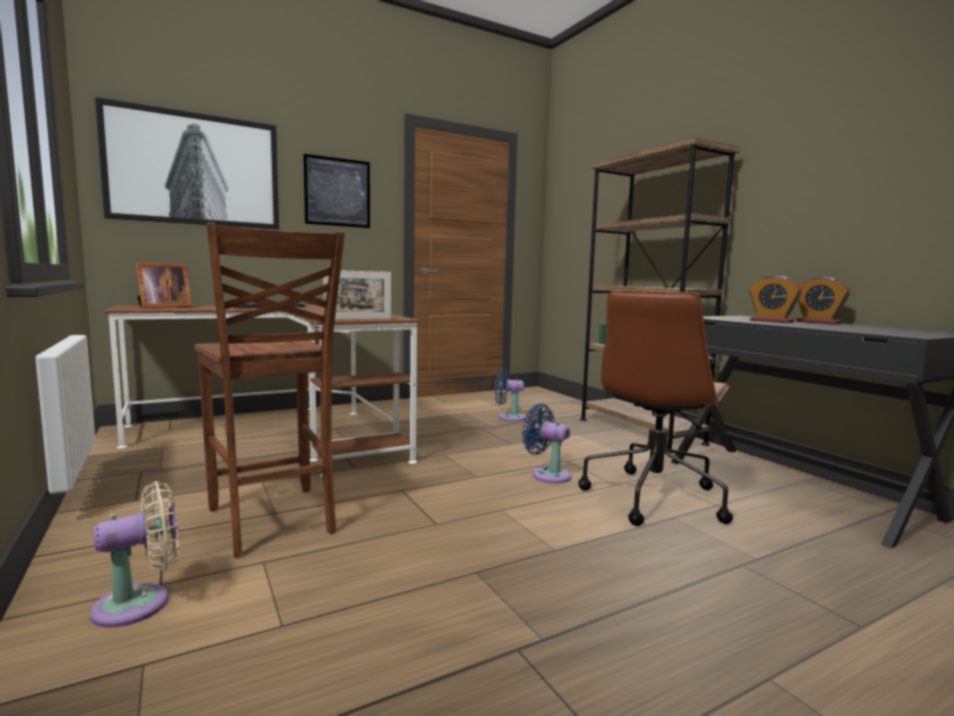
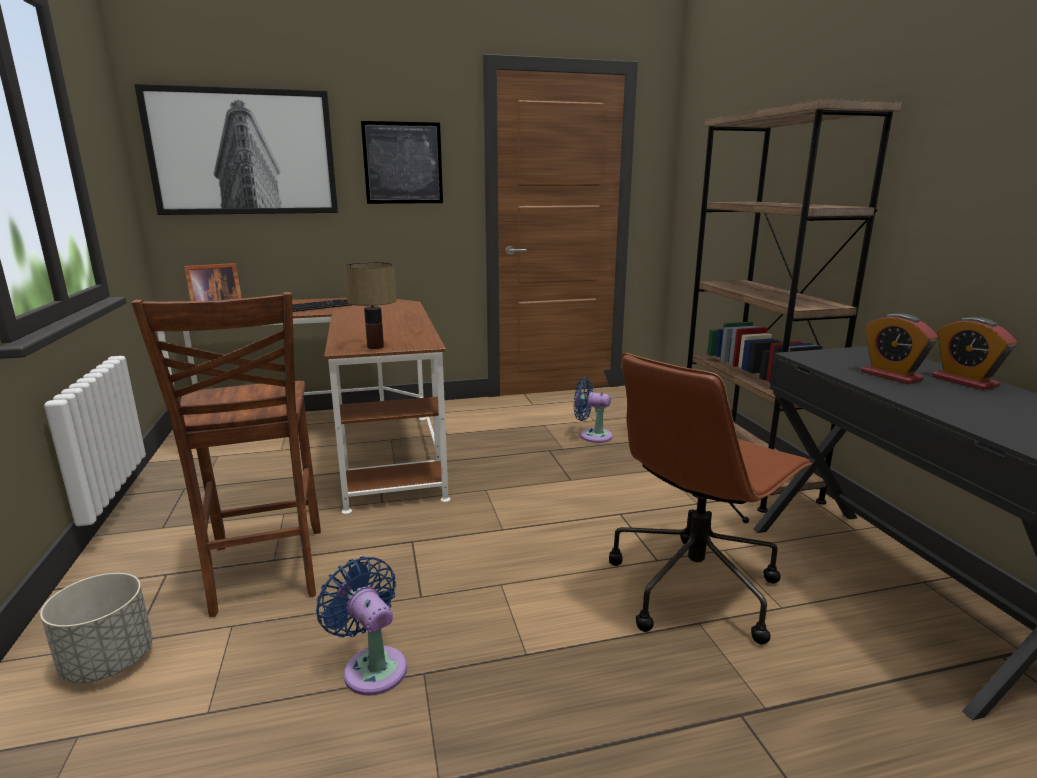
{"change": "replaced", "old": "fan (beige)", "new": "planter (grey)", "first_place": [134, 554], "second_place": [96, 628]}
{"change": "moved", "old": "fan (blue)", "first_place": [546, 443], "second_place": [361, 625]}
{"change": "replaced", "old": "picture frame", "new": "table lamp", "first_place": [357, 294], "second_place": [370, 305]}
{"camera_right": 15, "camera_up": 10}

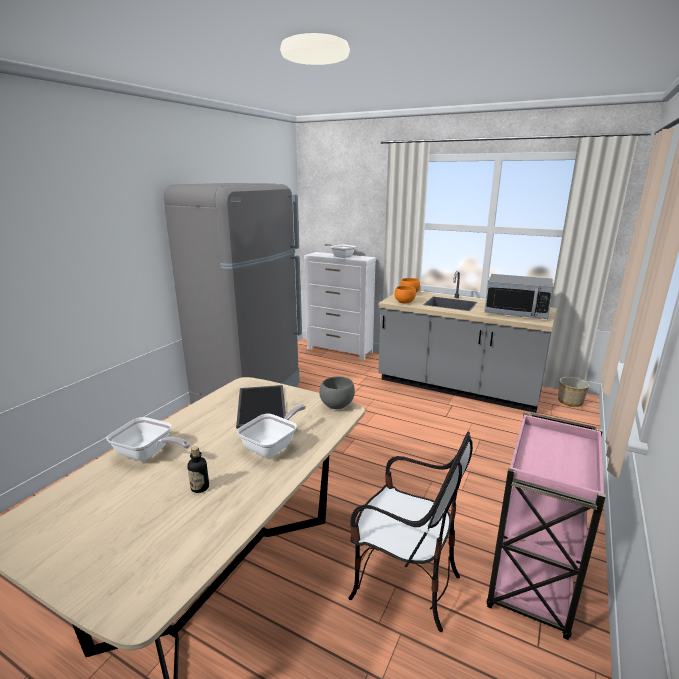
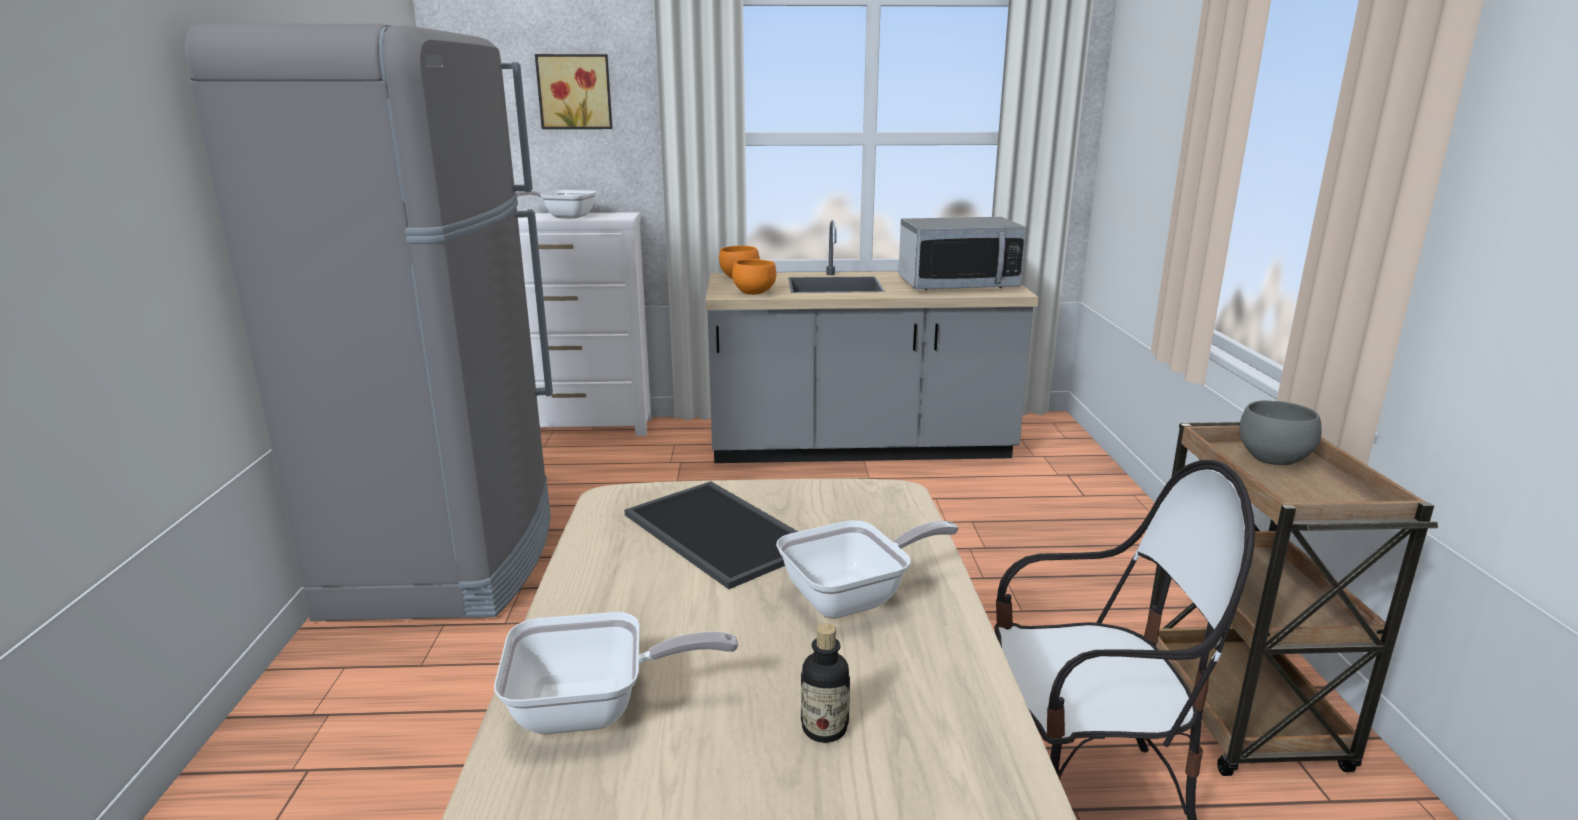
{"change": "added", "new": "picture", "second_place": [573, 91]}
{"change": "turned", "old": "frying pan", "first_place": [271, 431], "second_place": [867, 569], "degrees": 60}
{"change": "recoloured", "old": "cart (pink)", "new": "cart (brown)", "first_place": [546, 526], "second_place": [1289, 599]}
{"change": "moved", "old": "bowl (grey)", "first_place": [337, 392], "second_place": [1280, 432]}
{"change": "removed", "old": "planter", "first_place": [573, 392]}
{"camera_right": -30, "camera_up": 0}

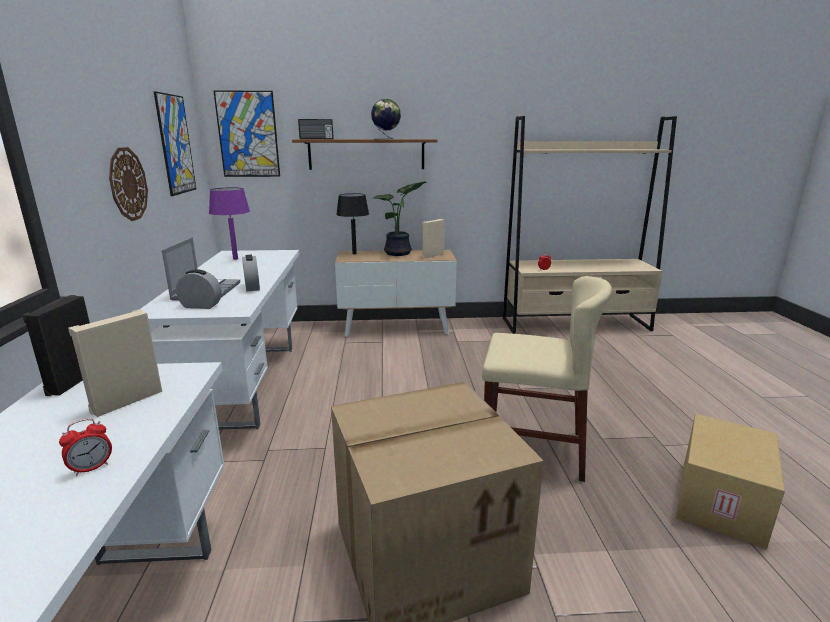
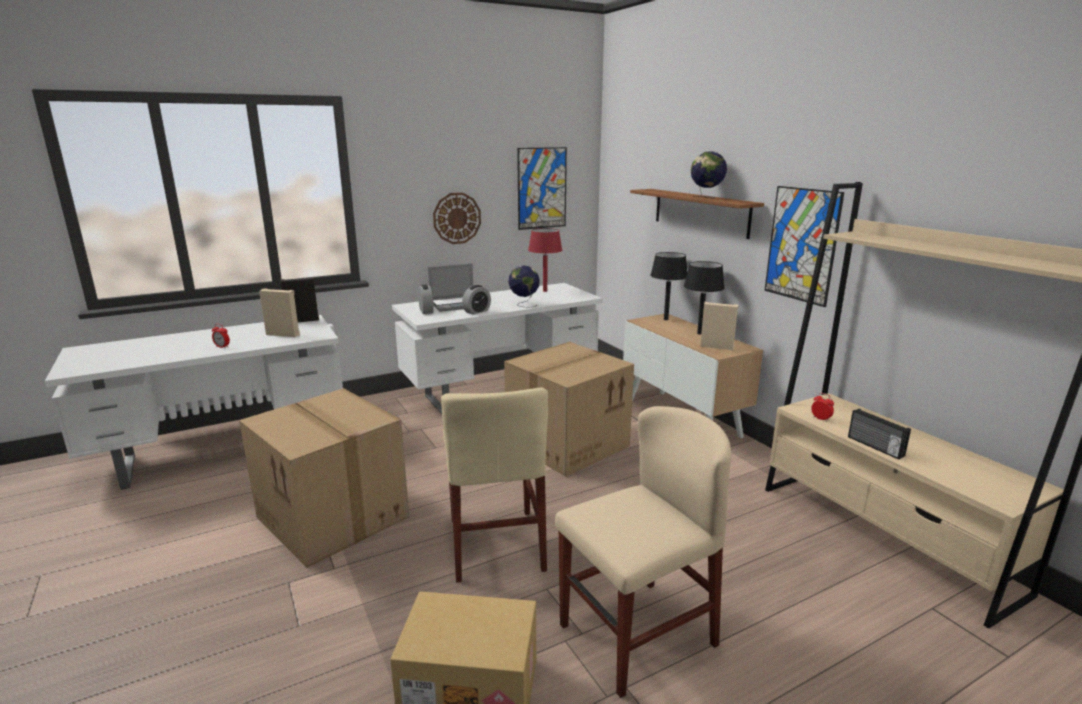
{"change": "added", "new": "cardboard box", "second_place": [569, 409]}
{"change": "added", "new": "globe", "second_place": [524, 286]}
{"change": "recoloured", "old": "table lamp (purple)", "new": "table lamp (red)", "first_place": [229, 223], "second_place": [545, 260]}
{"change": "added", "new": "chair (beige)", "second_place": [643, 552]}
{"change": "replaced", "old": "potted plant", "new": "table lamp (black)", "first_place": [400, 219], "second_place": [704, 297]}
{"change": "moved", "old": "picture", "first_place": [246, 133], "second_place": [804, 246]}
{"change": "moved", "old": "radio", "first_place": [316, 129], "second_place": [879, 434]}
{"camera_right": 65, "camera_up": 0}

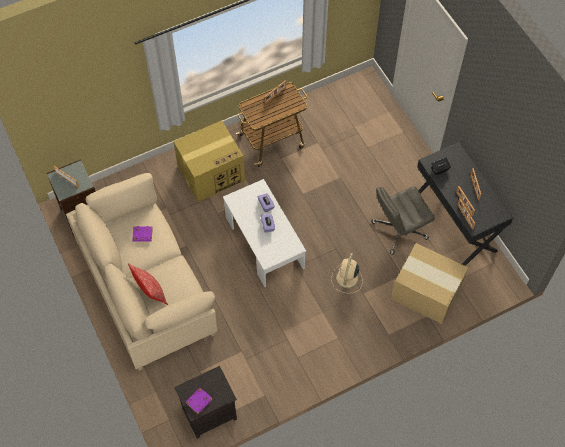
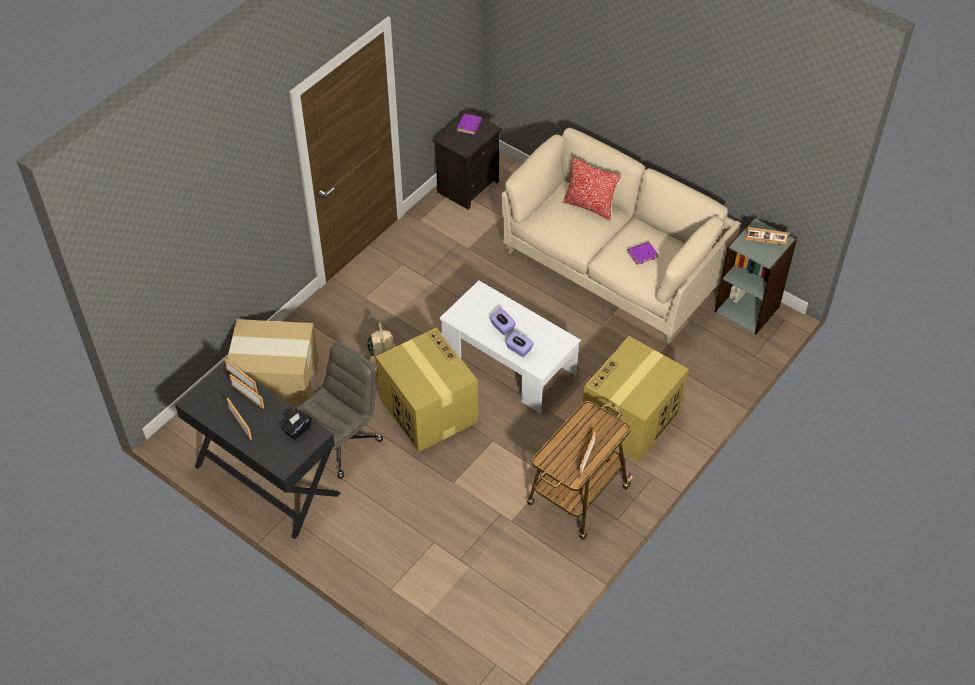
{"change": "added", "new": "cardboard box", "second_place": [426, 389]}
{"camera_right": 155, "camera_up": -10}

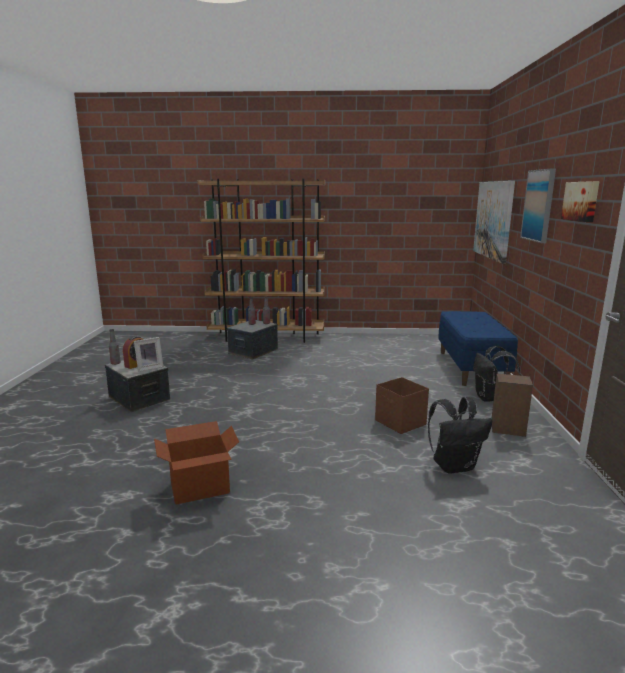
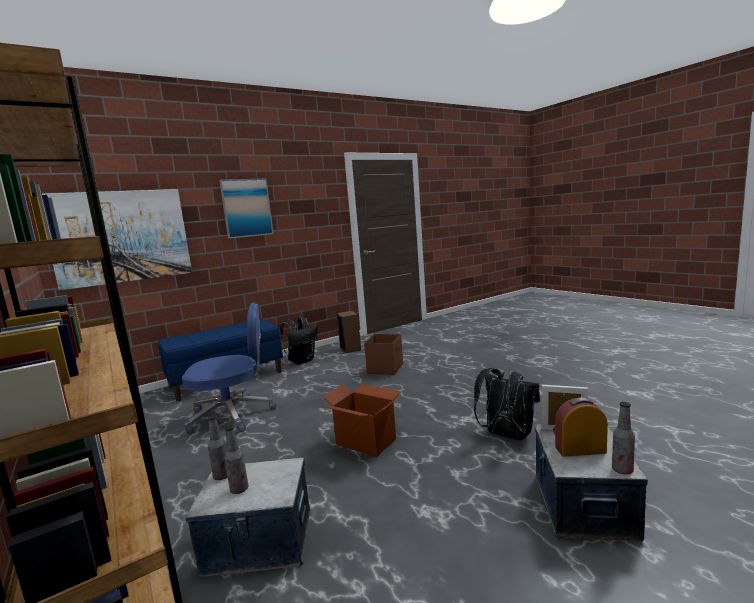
{"change": "added", "new": "office chair (blue)", "second_place": [229, 368]}
{"change": "moved", "old": "cardboard box", "first_place": [196, 463], "second_place": [362, 420]}
{"change": "moved", "old": "backpack (black)", "first_place": [460, 435], "second_place": [507, 404]}
{"change": "removed", "old": "picture", "first_place": [580, 201]}
{"camera_right": -125, "camera_up": -5}

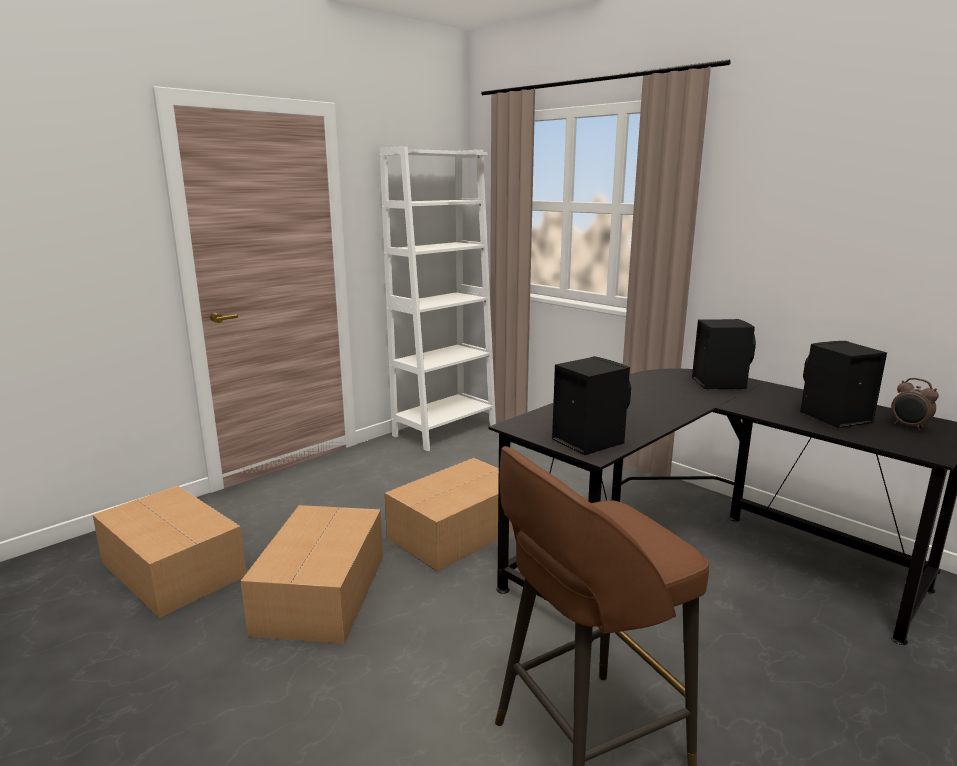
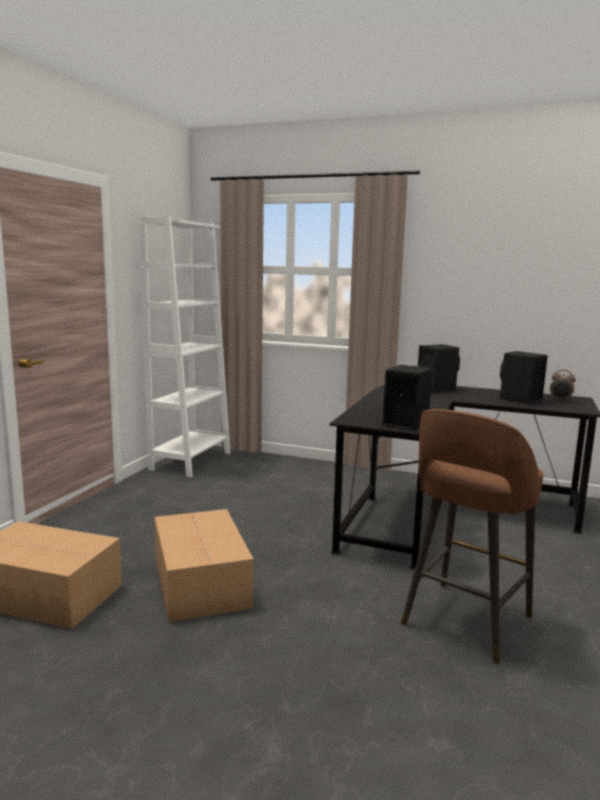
{"change": "removed", "old": "cardboard box", "first_place": [449, 515]}
{"camera_right": -25, "camera_up": -5}

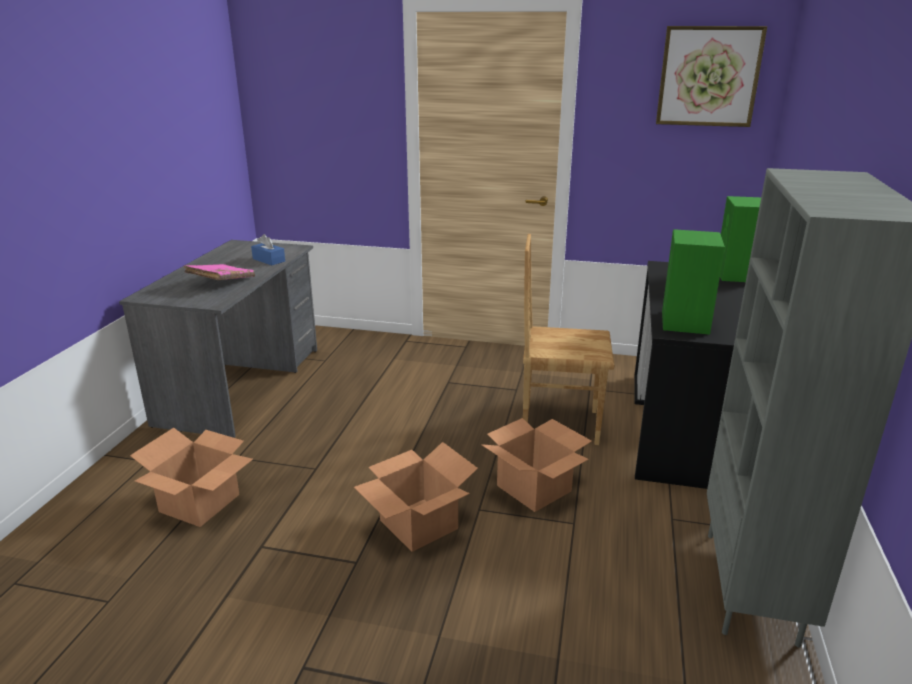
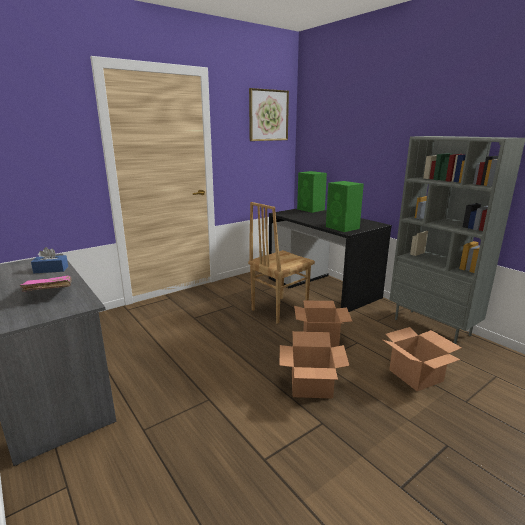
{"change": "moved", "old": "cardboard box", "first_place": [191, 477], "second_place": [422, 359]}
{"camera_right": -50, "camera_up": -5}

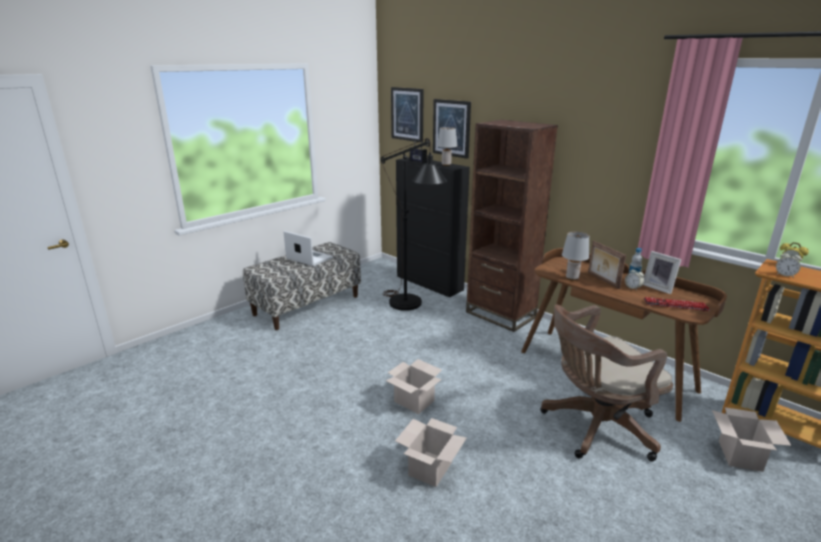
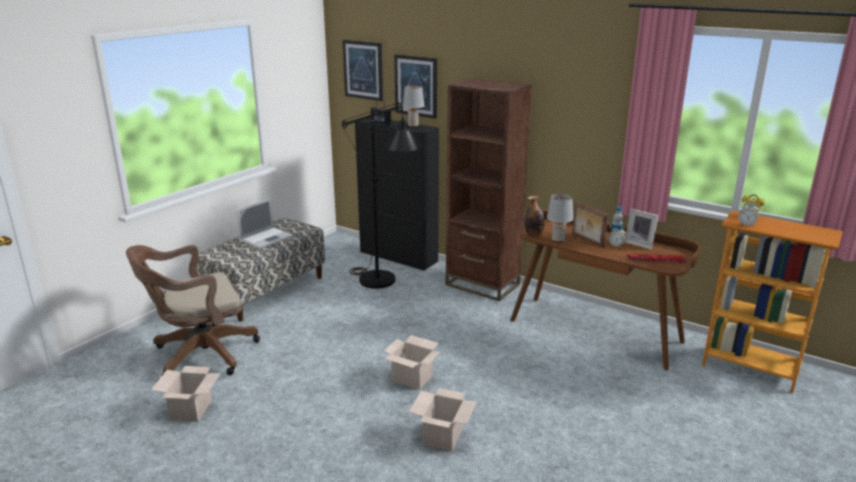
{"change": "moved", "old": "office chair (brown)", "first_place": [606, 383], "second_place": [193, 310]}
{"change": "moved", "old": "cardboard box", "first_place": [752, 439], "second_place": [186, 394]}
{"change": "turned", "old": "laptop", "first_place": [308, 248], "second_place": [265, 224], "degrees": 105}
{"change": "added", "new": "bottle", "second_place": [534, 215]}
{"camera_right": -10, "camera_up": 0}

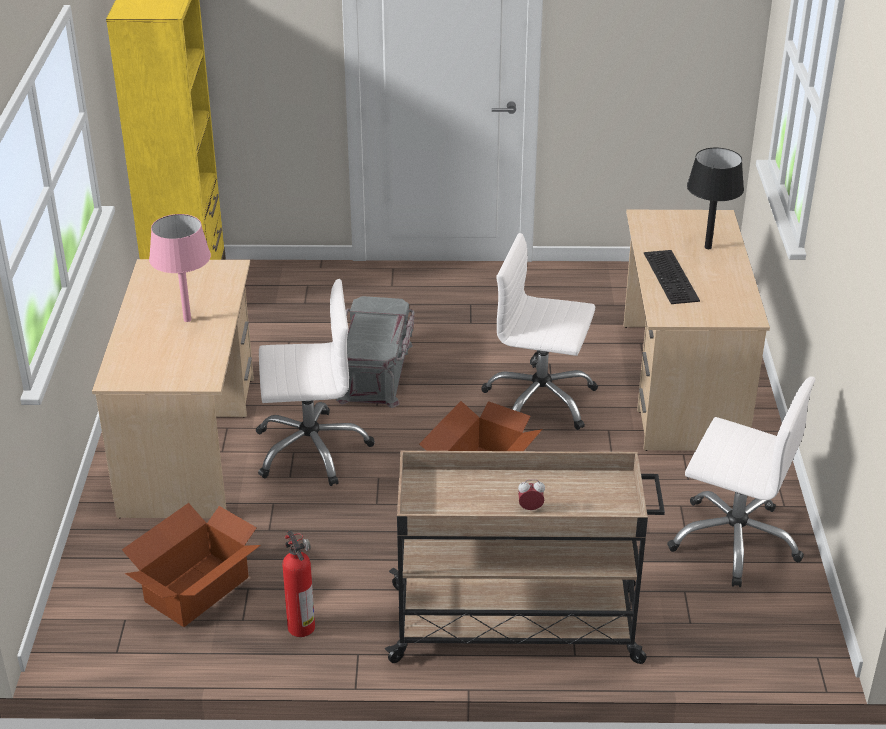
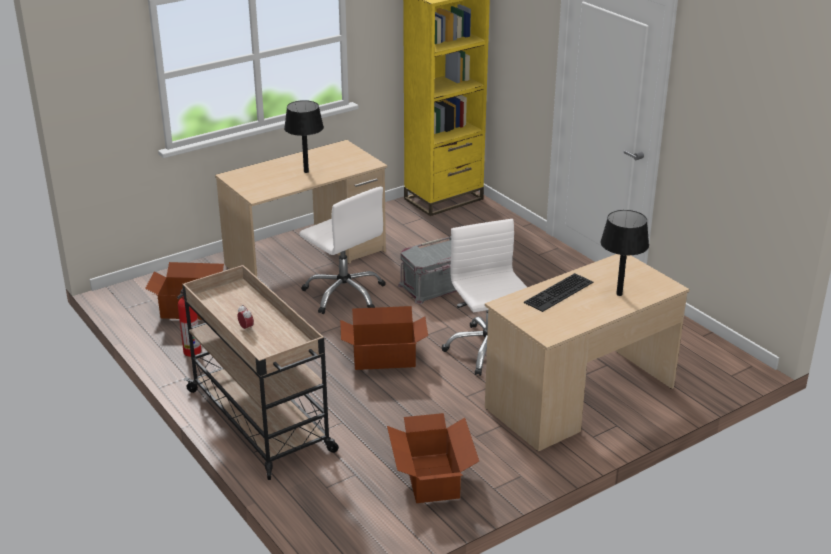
{"change": "recoloured", "old": "table lamp (pink)", "new": "table lamp (black)", "first_place": [180, 268], "second_place": [304, 136]}
{"change": "replaced", "old": "office chair (white)", "new": "cardboard box", "first_place": [741, 481], "second_place": [433, 458]}
{"camera_right": 55, "camera_up": -5}

